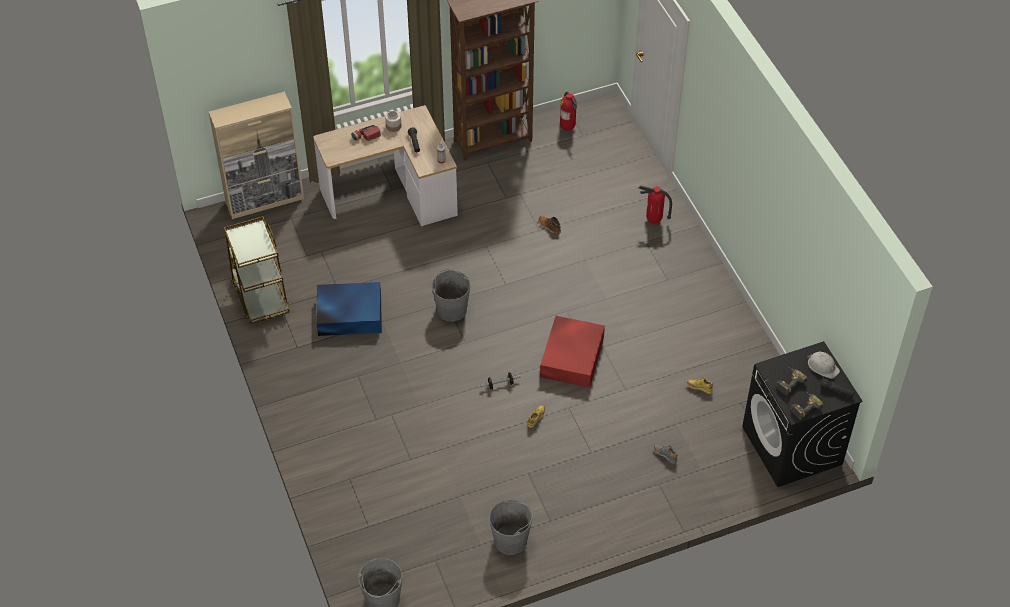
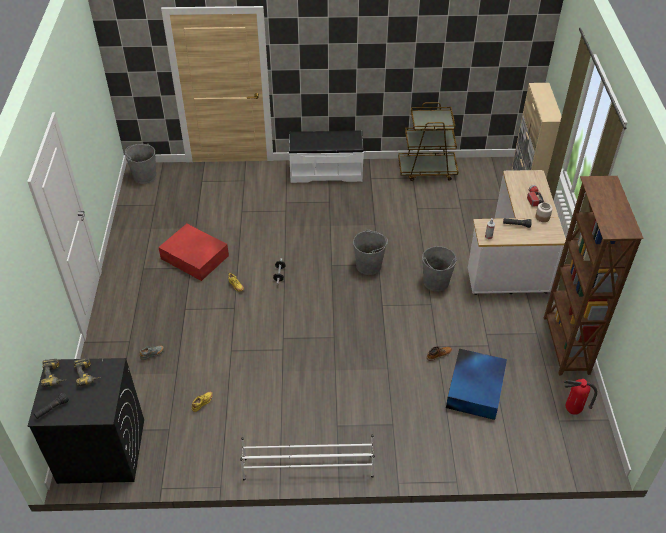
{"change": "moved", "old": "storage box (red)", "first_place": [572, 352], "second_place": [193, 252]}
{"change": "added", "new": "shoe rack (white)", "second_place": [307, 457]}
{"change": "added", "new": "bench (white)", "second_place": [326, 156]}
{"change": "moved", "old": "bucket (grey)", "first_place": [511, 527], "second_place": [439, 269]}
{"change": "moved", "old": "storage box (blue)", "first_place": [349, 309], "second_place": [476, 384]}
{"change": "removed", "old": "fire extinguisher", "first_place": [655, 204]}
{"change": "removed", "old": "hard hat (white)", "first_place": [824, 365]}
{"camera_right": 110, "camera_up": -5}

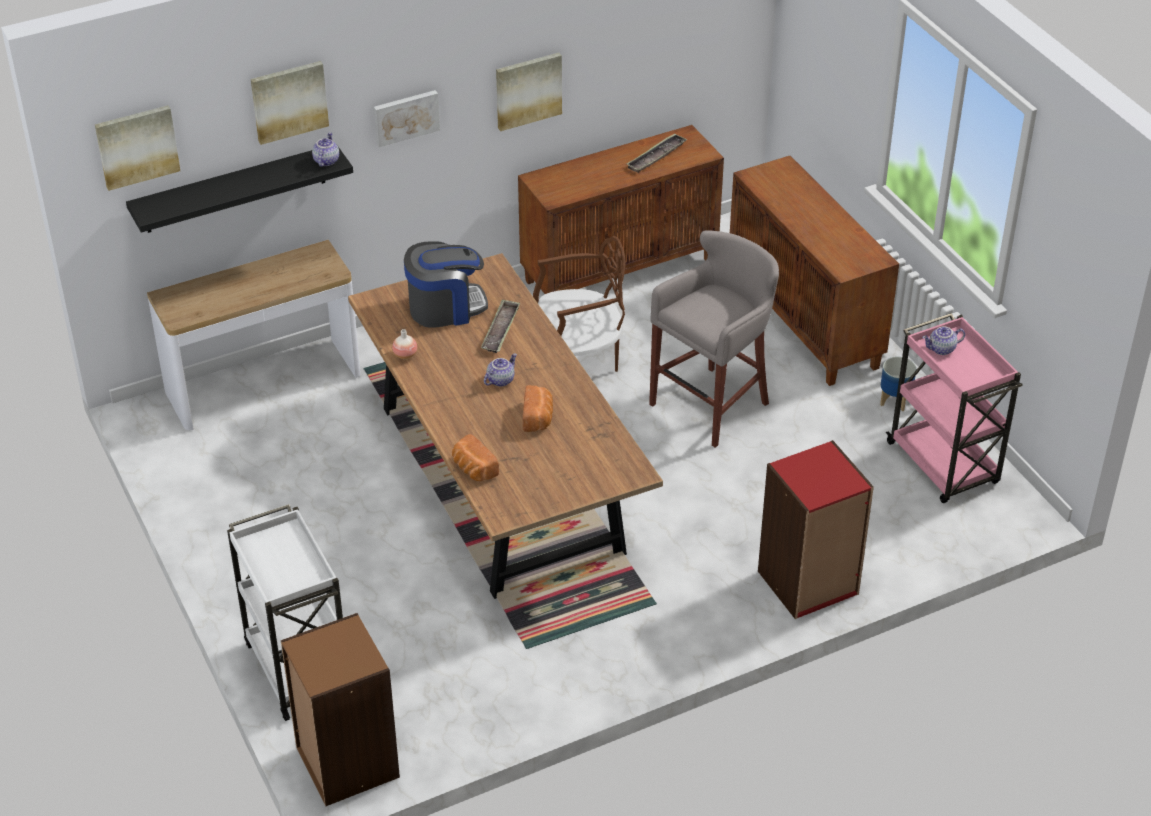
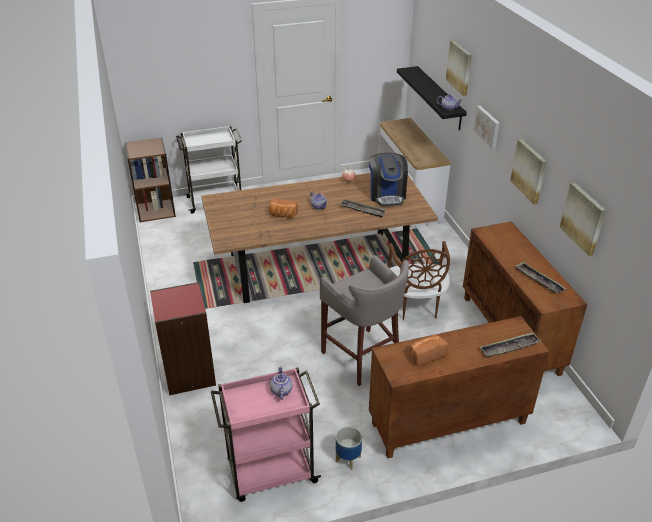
{"change": "moved", "old": "bread", "first_place": [475, 457], "second_place": [429, 350]}
{"change": "added", "new": "tray", "second_place": [510, 345]}
{"change": "moved", "old": "picture", "first_place": [137, 148], "second_place": [583, 219]}
{"camera_right": 100, "camera_up": -5}

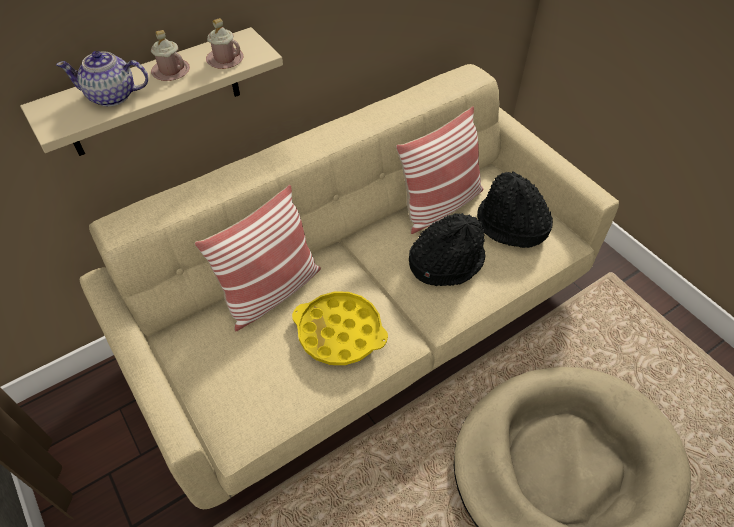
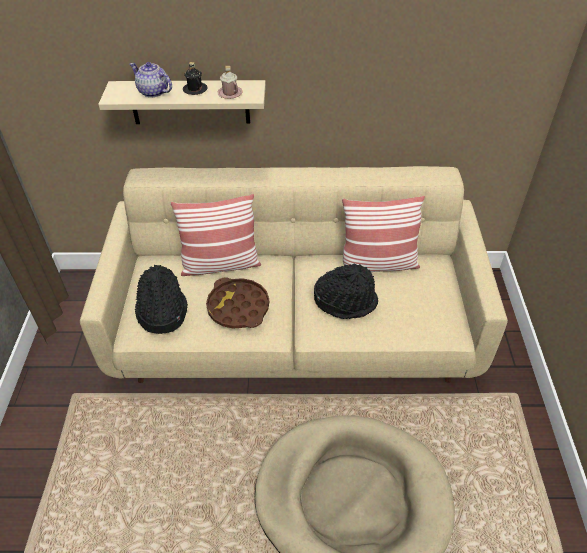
{"change": "moved", "old": "hat (black)", "first_place": [515, 209], "second_place": [161, 299]}
{"change": "recoloured", "old": "mug (pink)", "new": "mug (black)", "first_place": [170, 55], "second_place": [195, 78]}
{"change": "recoloured", "old": "tray (yellow)", "new": "tray (brown)", "first_place": [340, 328], "second_place": [237, 302]}
{"camera_right": 35, "camera_up": -5}

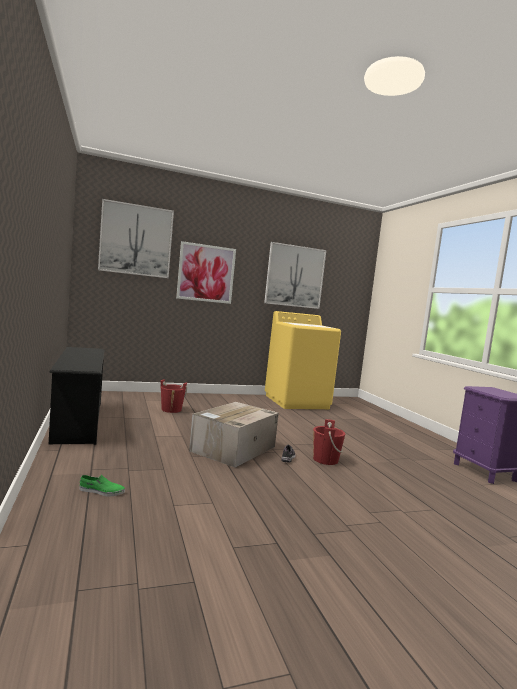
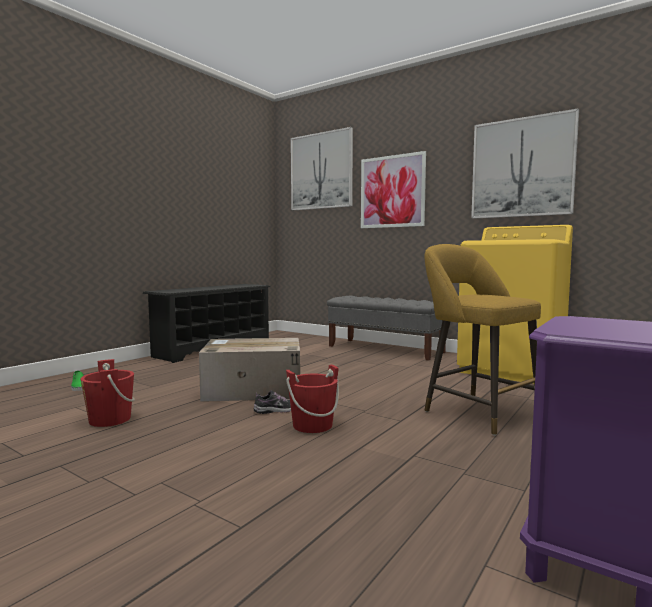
{"change": "moved", "old": "bucket (red)", "first_place": [173, 396], "second_place": [108, 393]}
{"change": "added", "new": "bench (grey)", "second_place": [386, 328]}
{"change": "added", "new": "stool (yellow)", "second_place": [482, 340]}
{"camera_right": 55, "camera_up": 0}

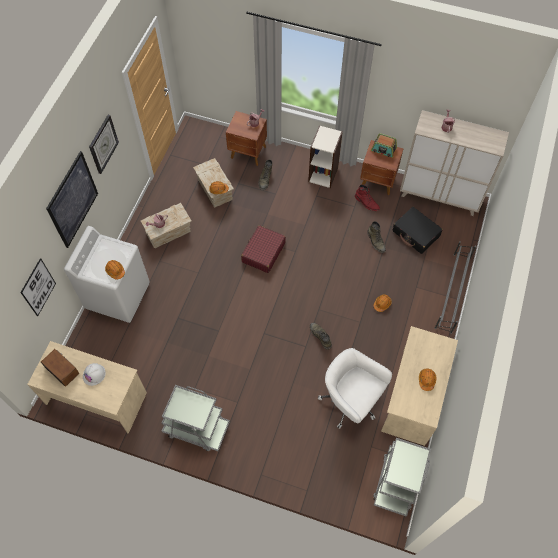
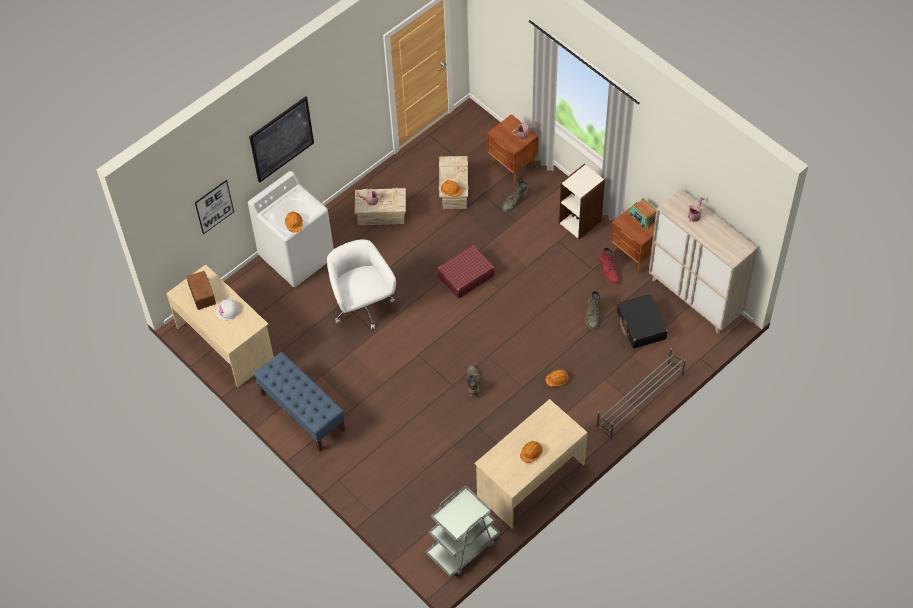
{"change": "replaced", "old": "cart (grey)", "new": "bench (blue)", "first_place": [196, 418], "second_place": [299, 402]}
{"change": "moved", "old": "office chair (white)", "first_place": [355, 388], "second_place": [361, 284]}
{"change": "removed", "old": "wall clock", "first_place": [104, 144]}
{"camera_right": 30, "camera_up": -5}

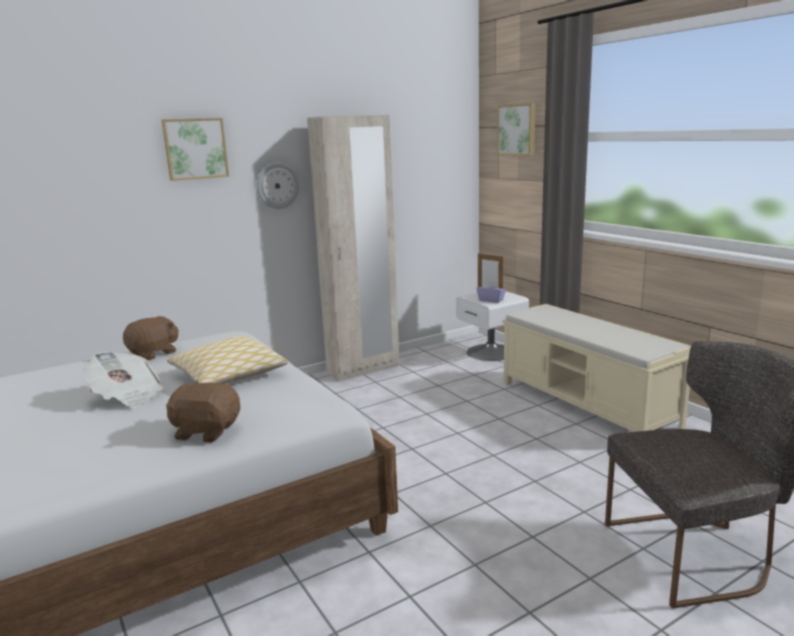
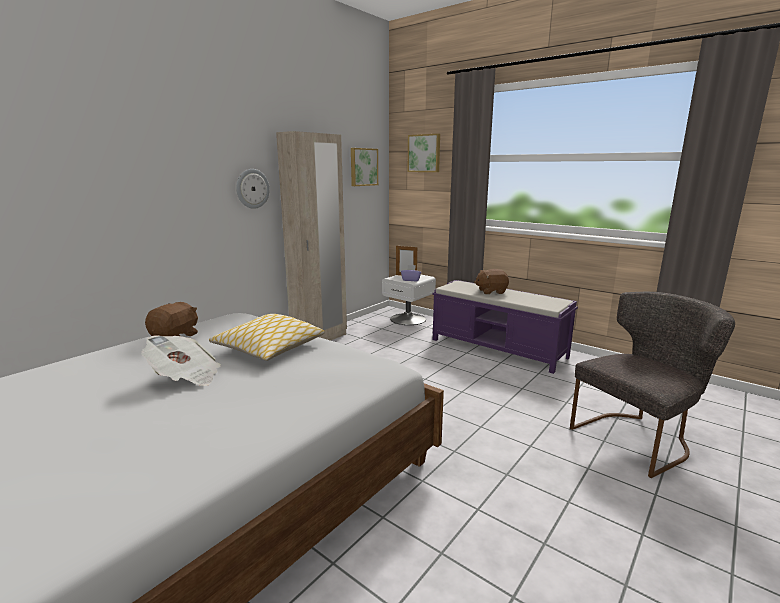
{"change": "moved", "old": "picture", "first_place": [195, 149], "second_place": [364, 167]}
{"change": "recoloured", "old": "bench (beige)", "new": "bench (purple)", "first_place": [596, 368], "second_place": [505, 327]}
{"change": "moved", "old": "plush toy (brown)", "first_place": [203, 411], "second_place": [491, 281]}
{"camera_right": -20, "camera_up": 0}

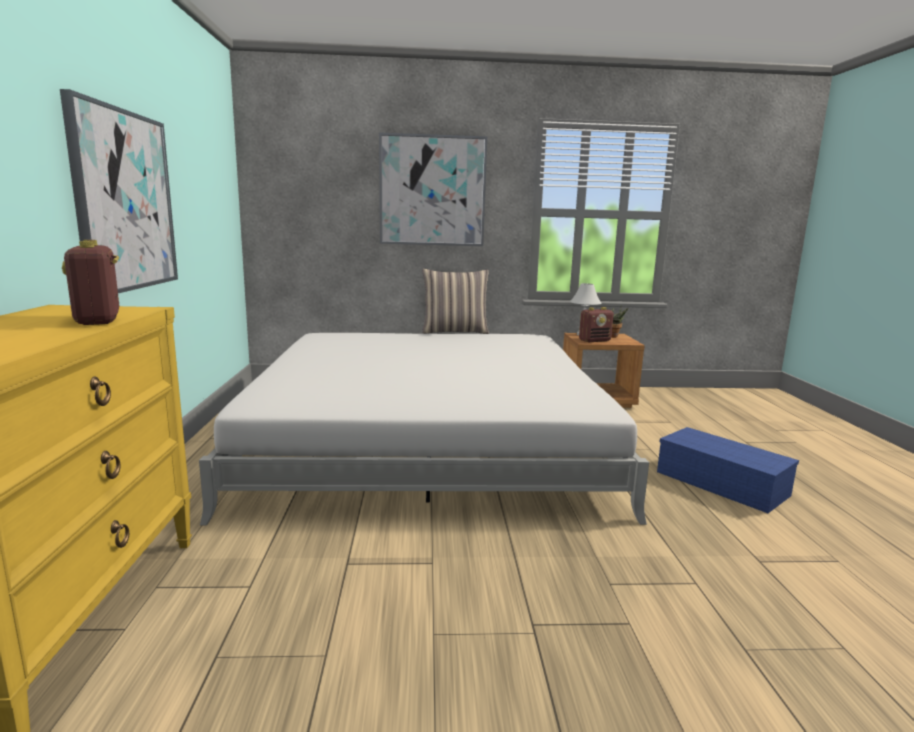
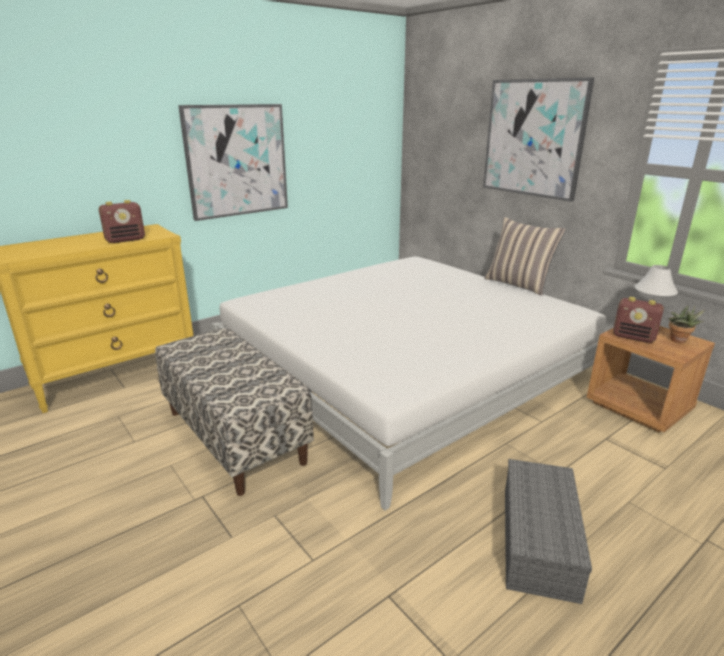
{"change": "turned", "old": "radio", "first_place": [90, 282], "second_place": [122, 221], "degrees": -150}
{"change": "added", "new": "bench", "second_place": [234, 412]}
{"change": "recoloured", "old": "storage box (blue)", "new": "storage box (grey)", "first_place": [728, 470], "second_place": [548, 531]}
{"camera_right": 55, "camera_up": 10}

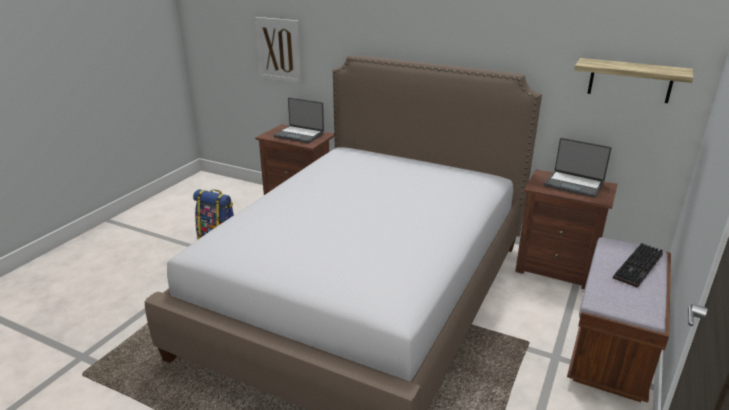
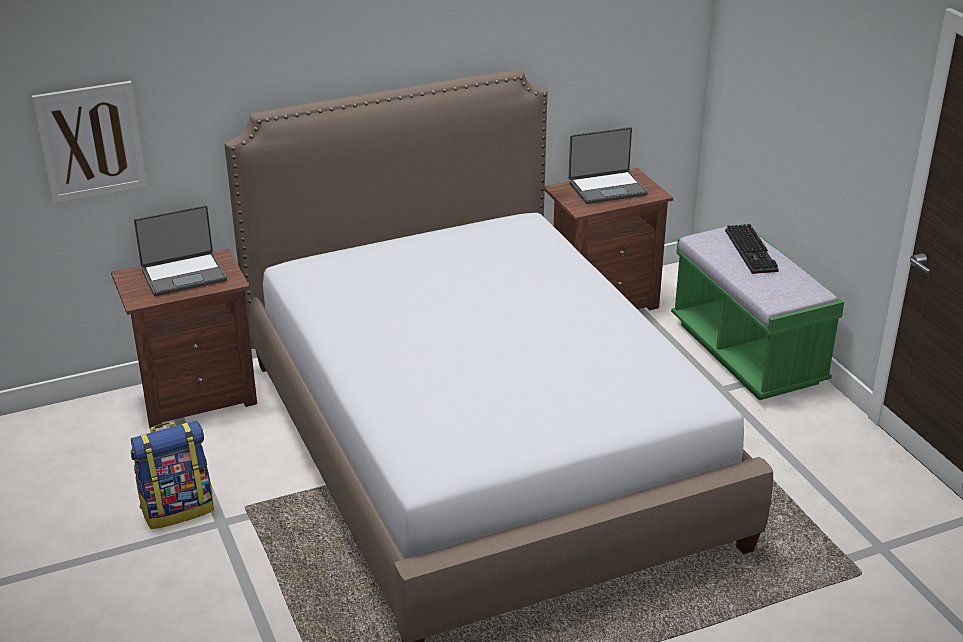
{"change": "recoloured", "old": "bench (brown)", "new": "bench (green)", "first_place": [619, 320], "second_place": [757, 312]}
{"change": "removed", "old": "shelf", "first_place": [633, 80]}
{"camera_right": -50, "camera_up": 5}

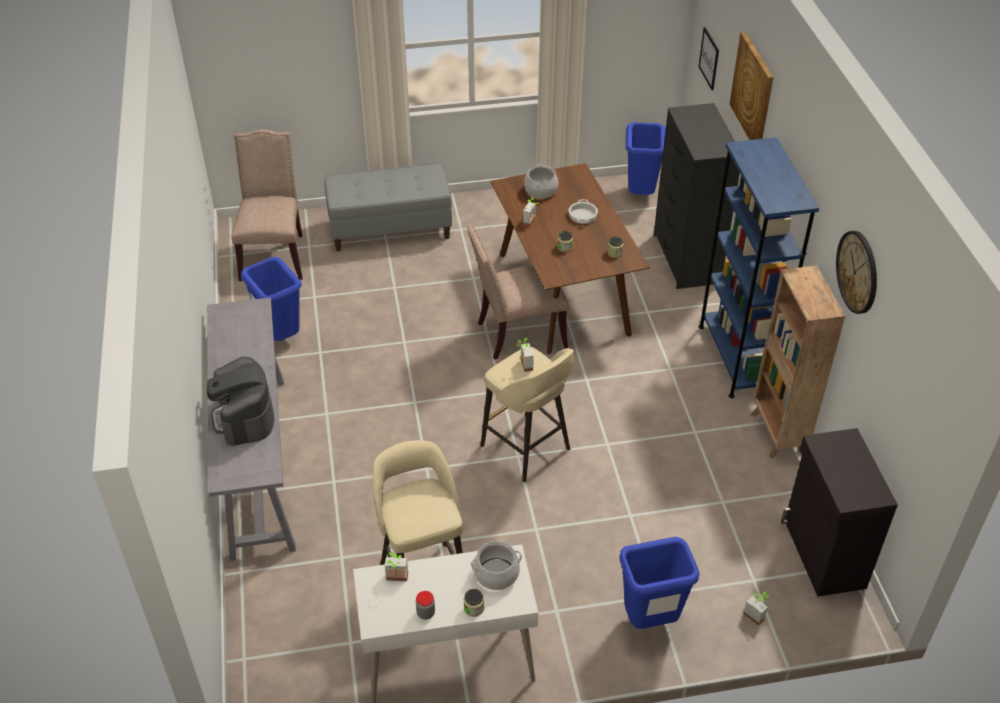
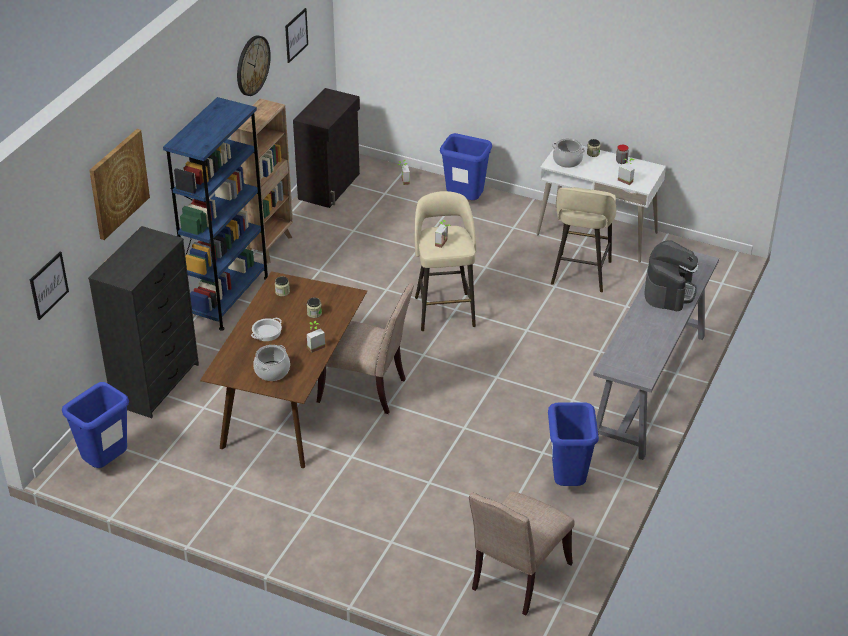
{"change": "added", "new": "picture", "second_place": [296, 35]}
{"change": "removed", "old": "bench (grey)", "first_place": [388, 207]}
{"camera_right": -145, "camera_up": -5}

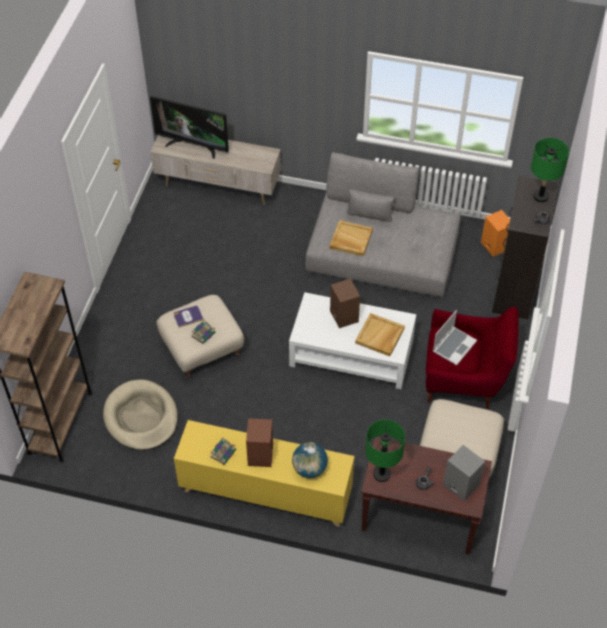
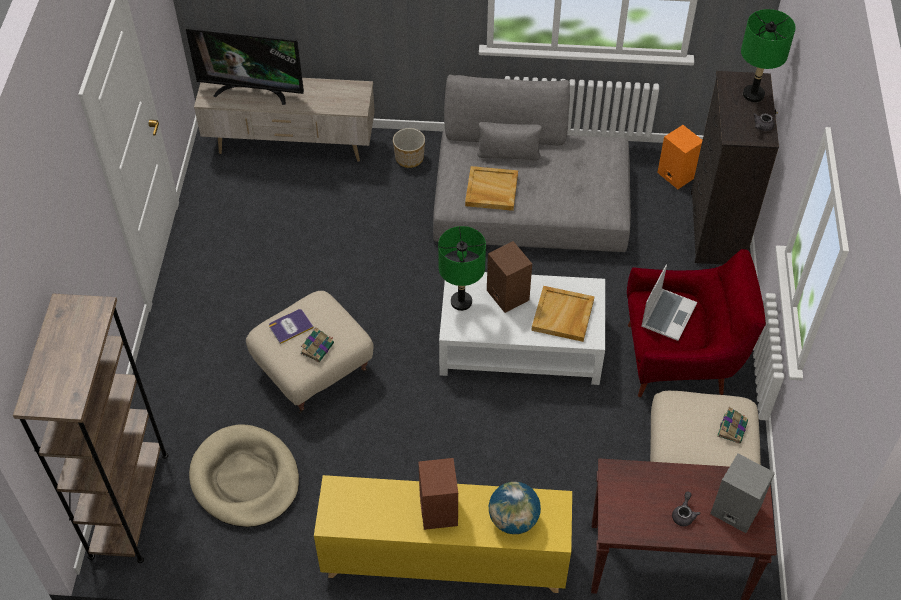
{"change": "added", "new": "planter", "second_place": [409, 148]}
{"change": "moved", "old": "table lamp (green)", "first_place": [385, 451], "second_place": [462, 268]}
{"change": "moved", "old": "book", "first_place": [223, 451], "second_place": [732, 425]}
{"camera_right": -10, "camera_up": 0}

